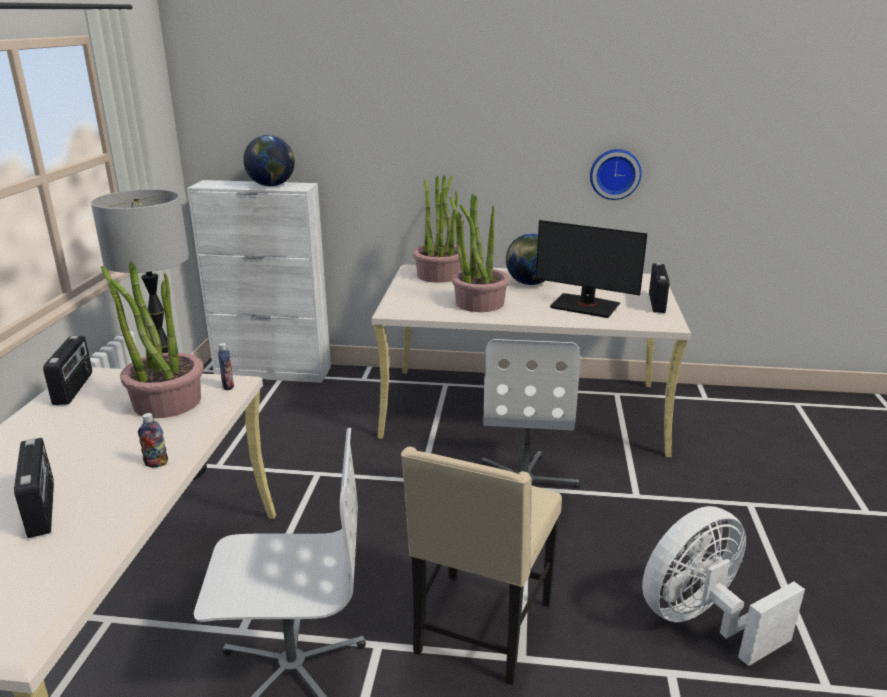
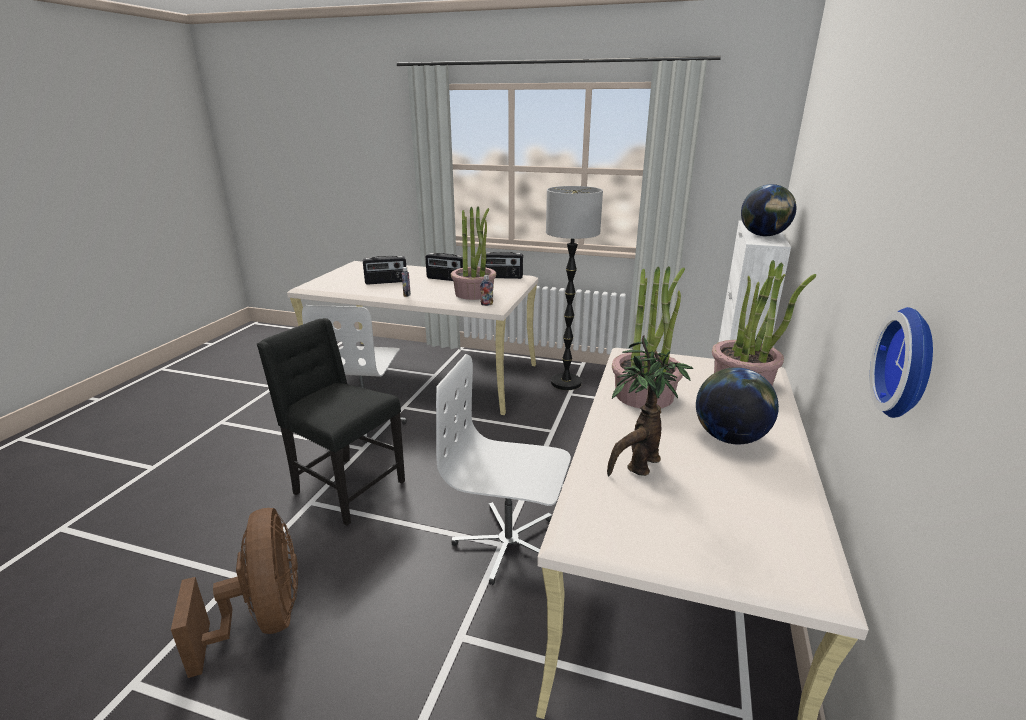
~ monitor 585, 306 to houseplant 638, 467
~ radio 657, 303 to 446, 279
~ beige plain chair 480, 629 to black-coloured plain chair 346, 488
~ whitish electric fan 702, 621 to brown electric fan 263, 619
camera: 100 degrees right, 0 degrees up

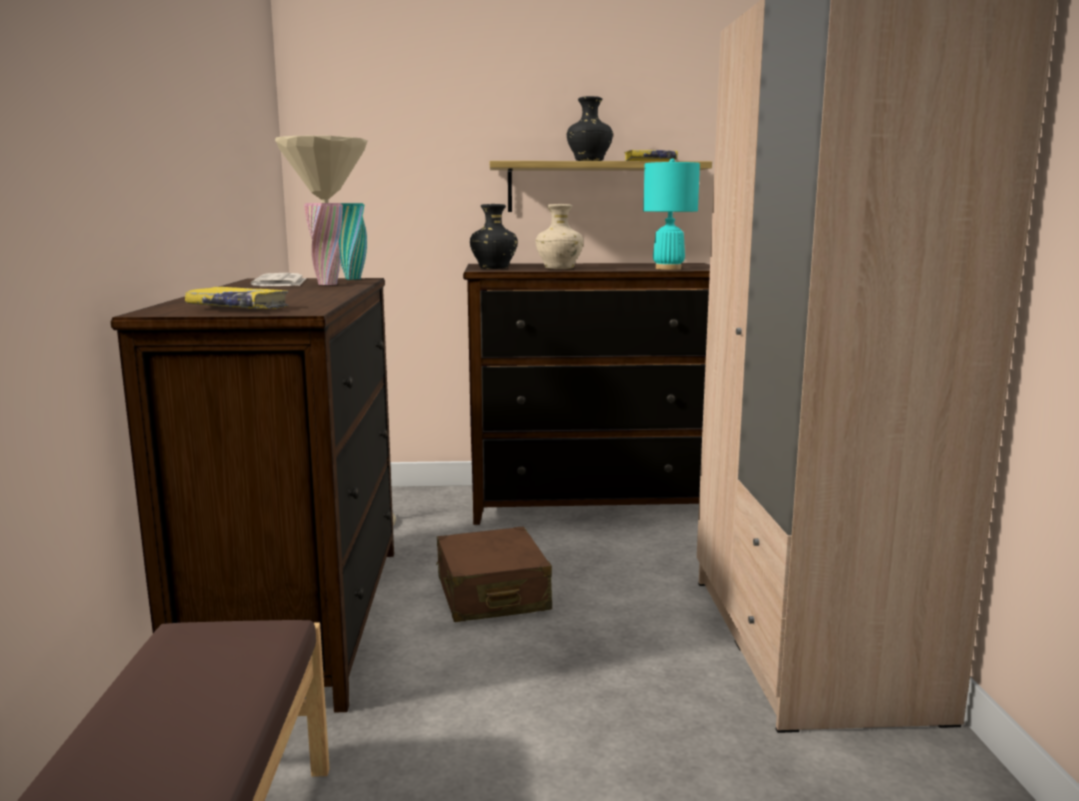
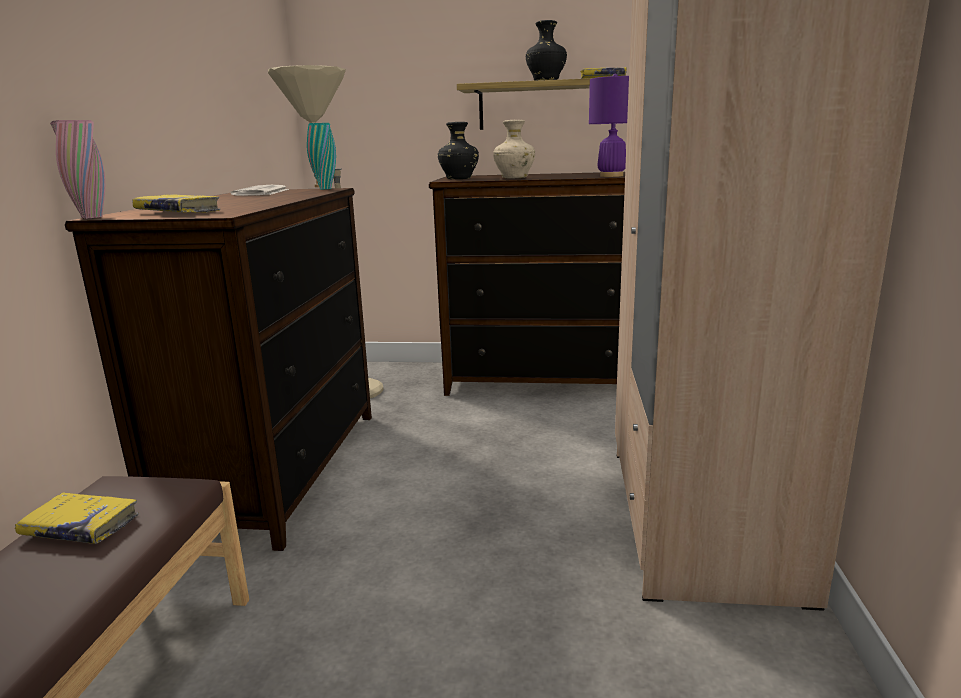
~ blue-green lamp for a table 668, 268 to purple-coloured lamp for a table 611, 176
~ pink-coloured vase 327, 284 to 92, 217
- brown travel case 492, 594
+ yellow-coloured volume 81, 527
camera: 10 degrees right, 5 degrees up

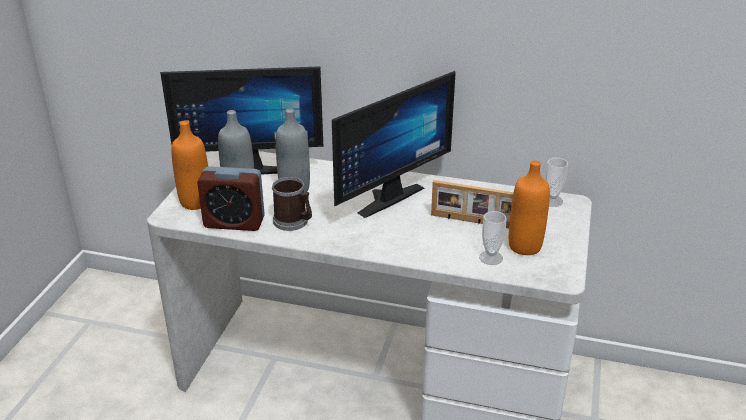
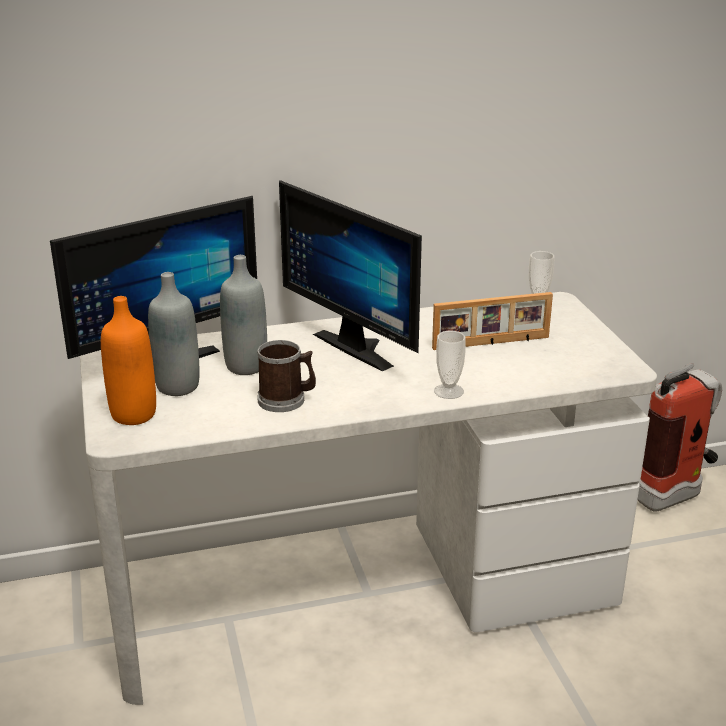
~ monitor 384, 196 = 361, 346 120 degrees clockwise
- orangey bottle 524, 246
- table clock 234, 222
~ cup 491, 258 to 448, 391
+ fire-fighting cylinder 676, 494
camera: 30 degrees left, 5 degrees down

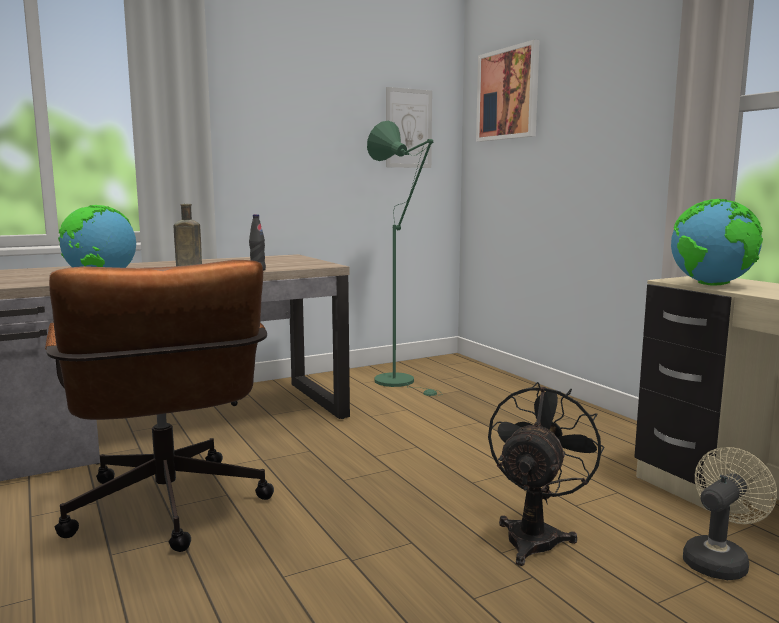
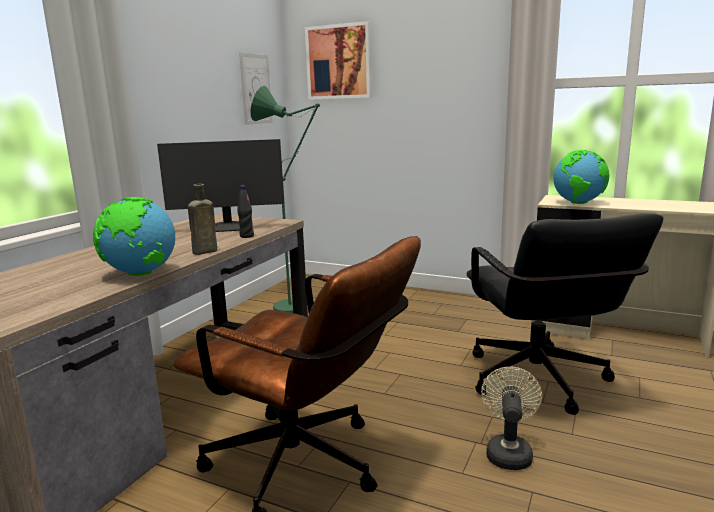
~ black-coloured electric fan 535, 535 to black-coloured office chair 541, 384
~ beige electric fan 719, 560 to 508, 451
+ monitor 228, 228
camera: 35 degrees left, 5 degrees up

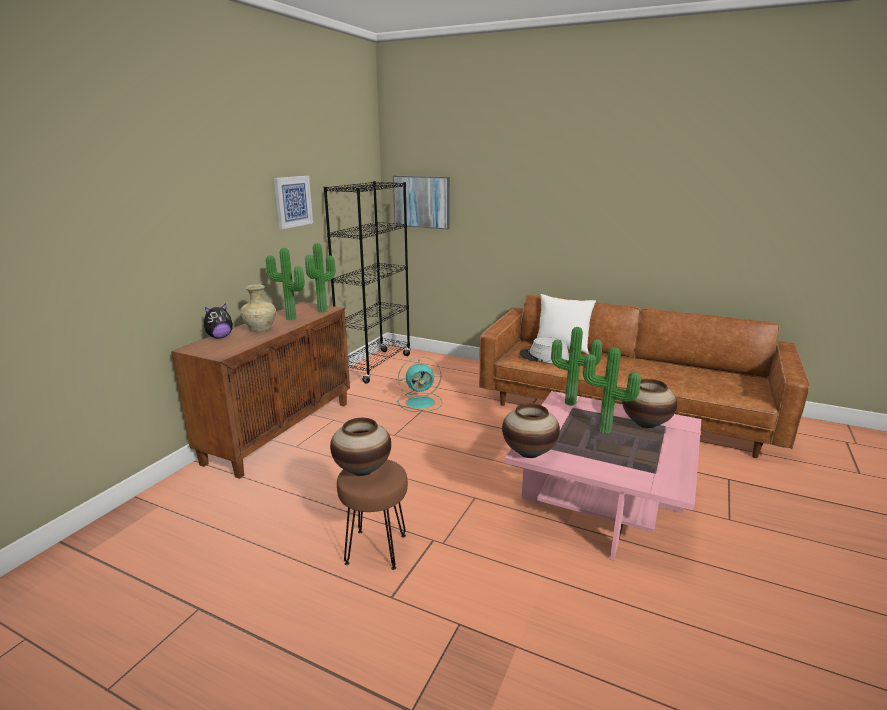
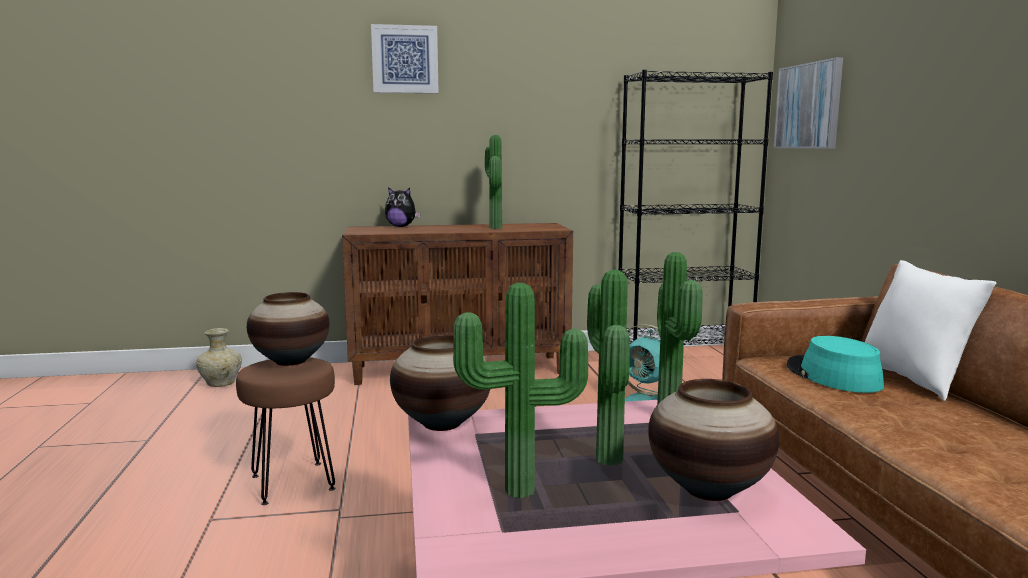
~ picture 293, 201 to 405, 59
~ houseplant 324, 311 to 521, 493
~ beige vase 260, 330 to 220, 384
~ gray hat 544, 357 to blue-green hat 832, 376
camera: 55 degrees right, 10 degrees down

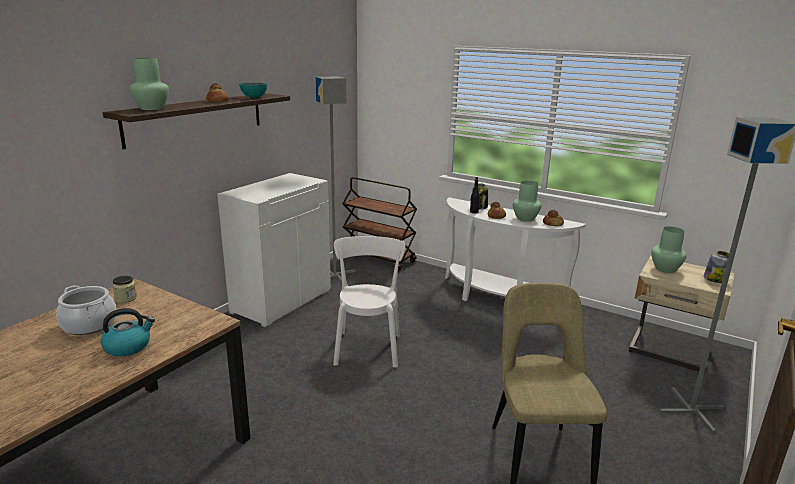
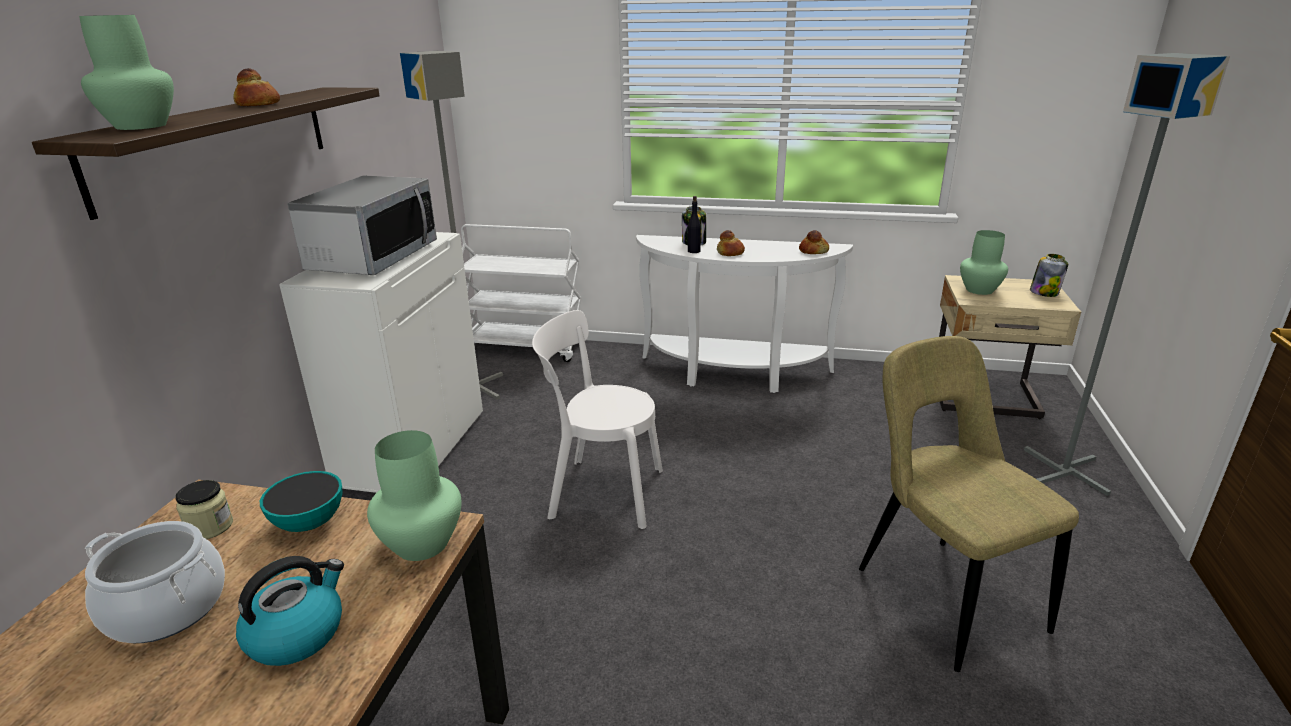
~ deep dish 254, 97 to 309, 523
~ brown trolley 379, 259 to whitish trolley 526, 348
~ green-coloured vase 525, 219 to 423, 544
~ whitish plain chair 368, 347 = 601, 492 60 degrees counterclockwise
+ microwave 373, 258
camera: 20 degrees left, 5 degrees up

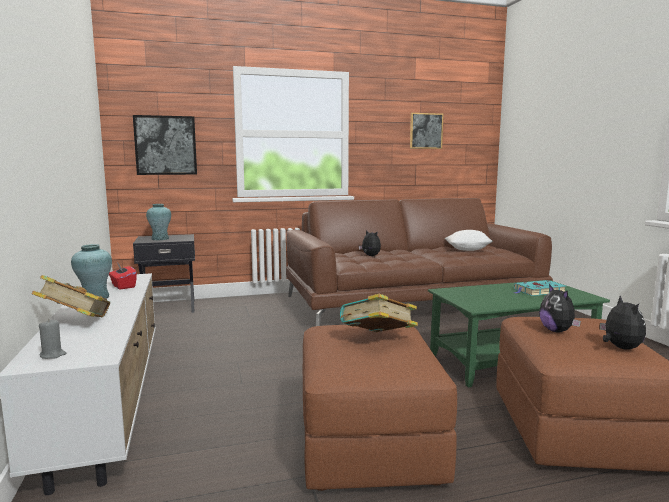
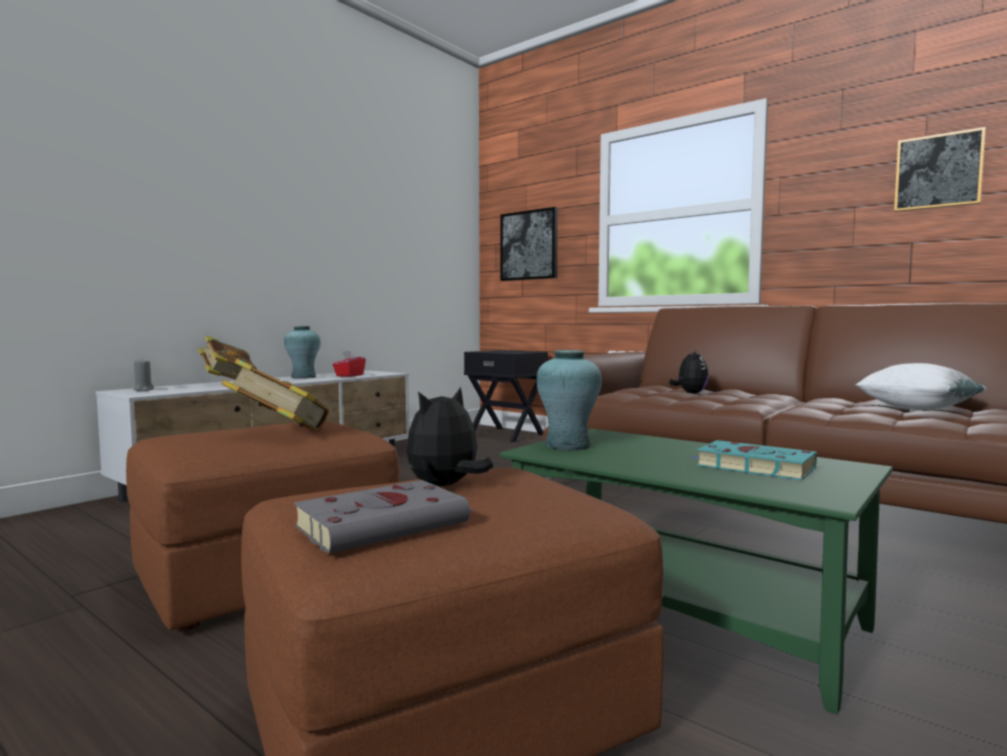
~ blue-green vase 160, 239 to 567, 445
~ plush toy 620, 348 to gray volume 386, 524
camera: 55 degrees right, 5 degrees down

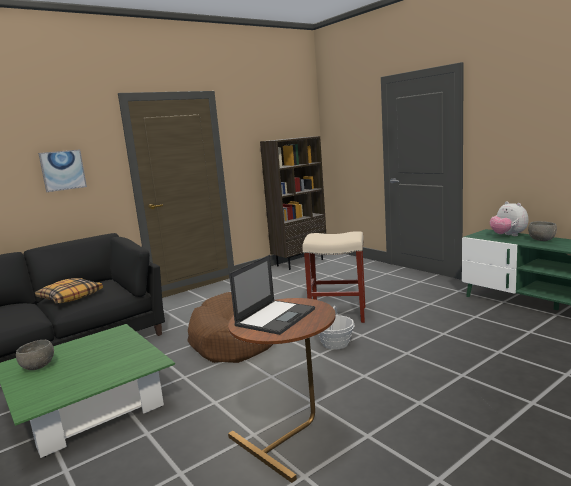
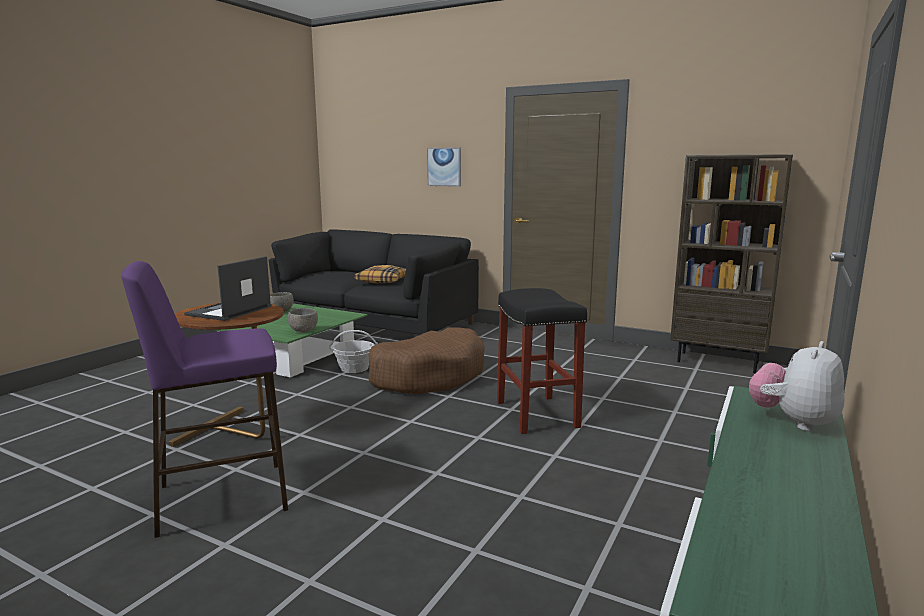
~ gray deep dish 542, 240 to 303, 331
~ beige sitting stool 339, 314 to black-coloured sitting stool 538, 415
~ portable computer 276, 317 = 228, 311 105 degrees clockwise
~ storage basket 335, 343 to 354, 368
+ purple-coloured sitting stool 221, 498
camera: 65 degrees right, 0 degrees up

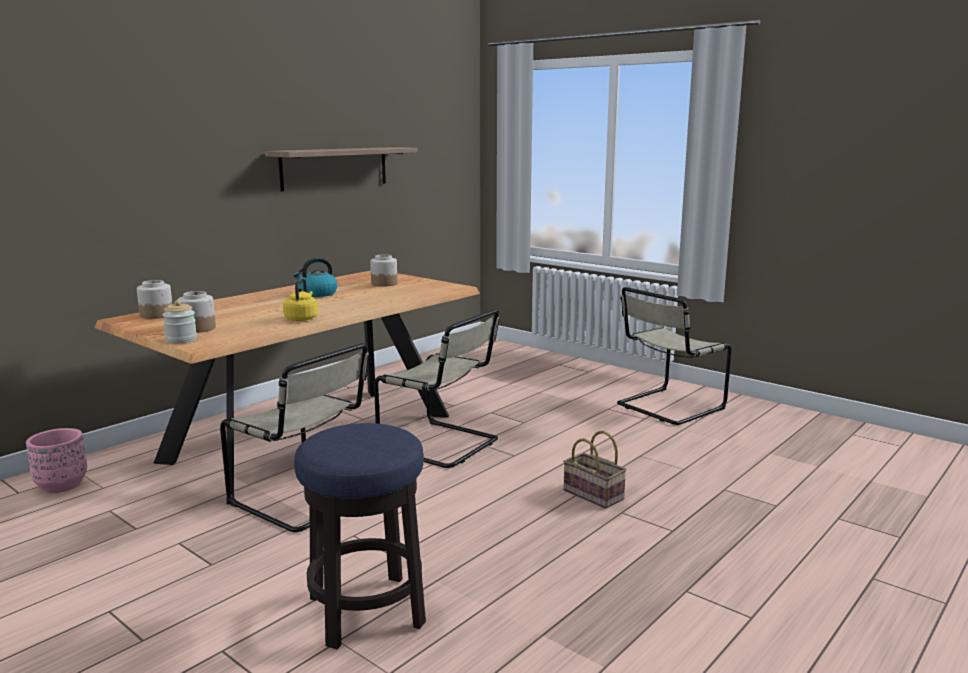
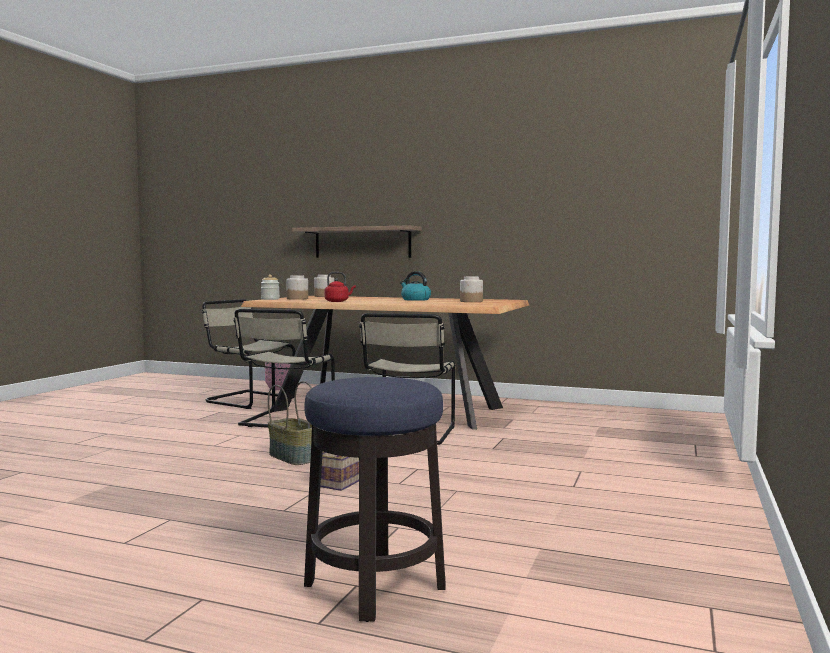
~ shelf 334, 168 to 362, 242
~ yellow-coloured kettle 302, 318 to red kettle 338, 301
~ beige plain chair 667, 407 to 247, 400
~ sitting stool 366, 611 to 374, 586
+ storage basket 294, 457
camera: 70 degrees right, 10 degrees down

